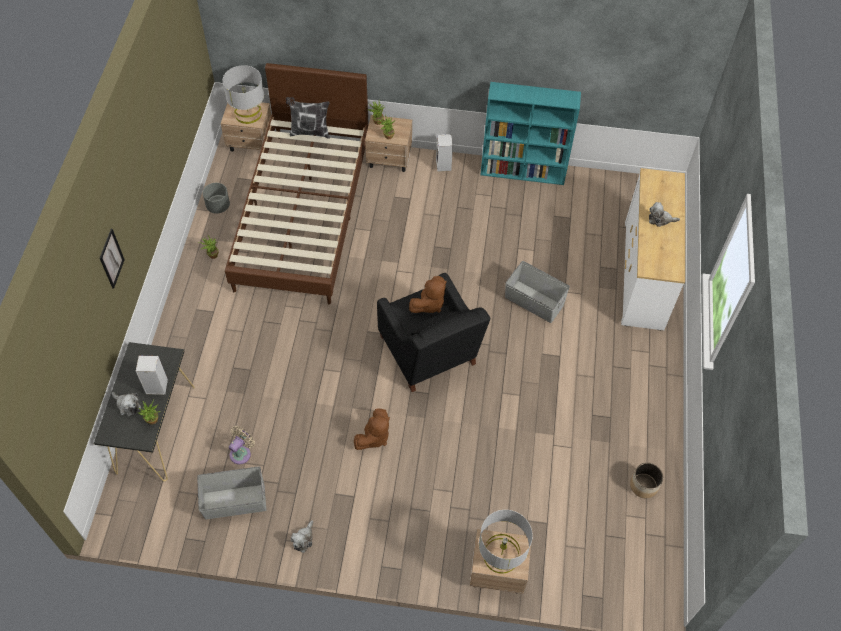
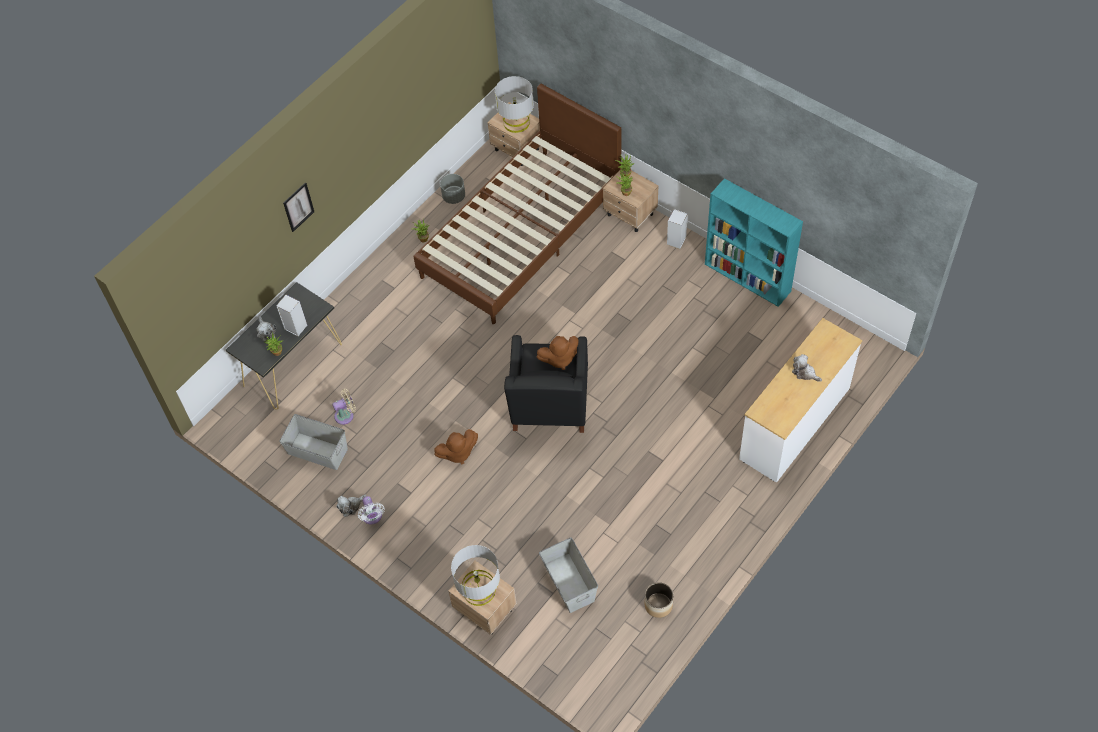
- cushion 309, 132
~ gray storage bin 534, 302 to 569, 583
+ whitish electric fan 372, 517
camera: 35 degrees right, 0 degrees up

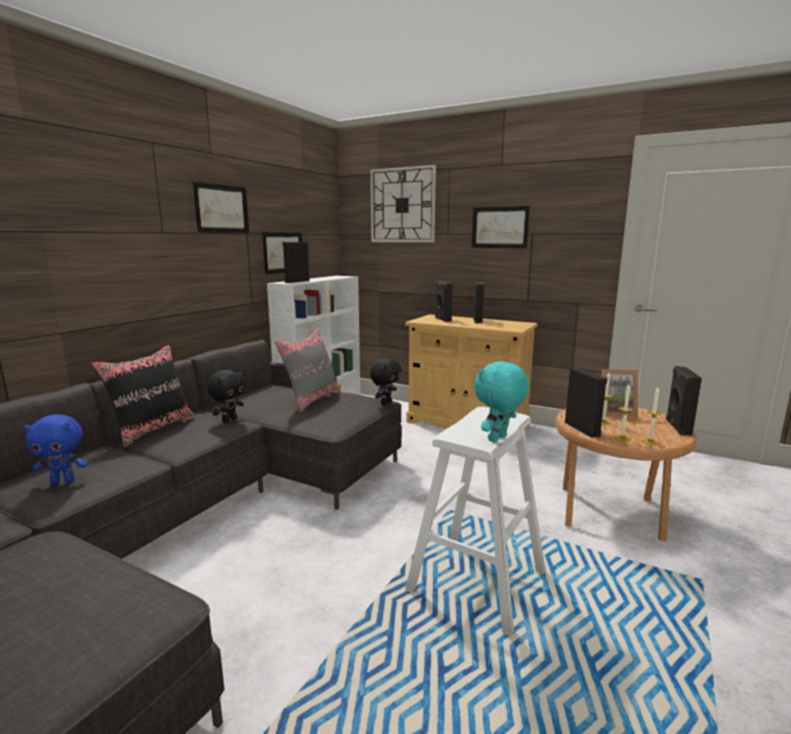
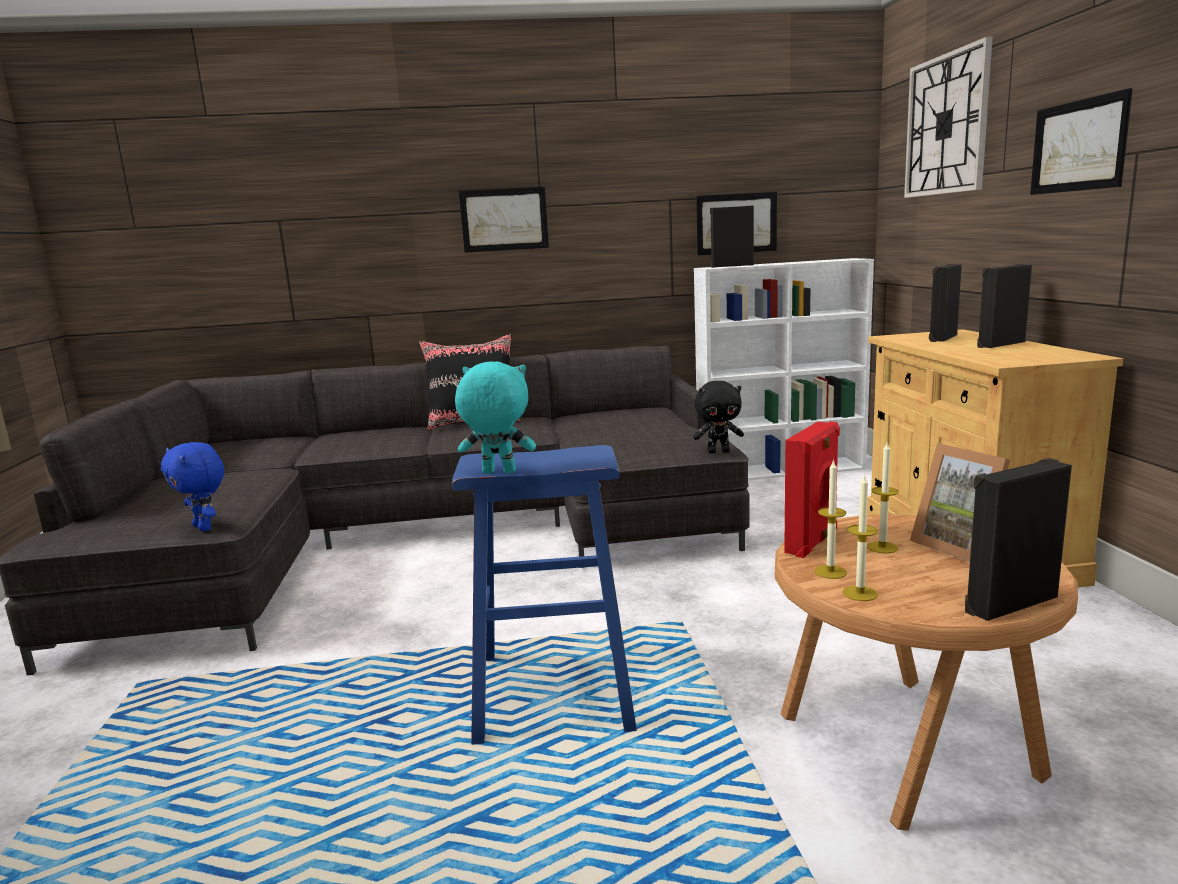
~ picture 222, 209 to 504, 219
- gray cushion 311, 400
~ black-coloured speaker 583, 429 to red speaker 813, 542
- black-coloured plush toy 229, 420
~ whitish sitting stool 477, 581 to blue-coloured sitting stool 554, 691
~ blue-coloured plush toy 63, 481 to 204, 527
camera: 55 degrees right, 0 degrees up

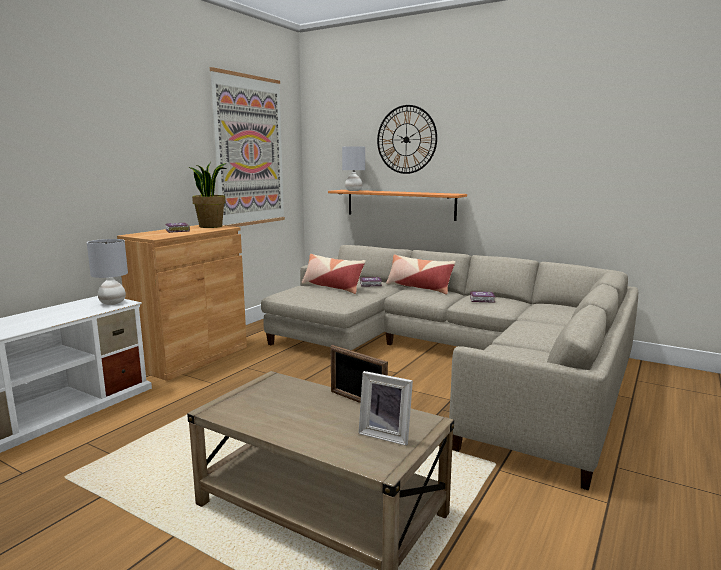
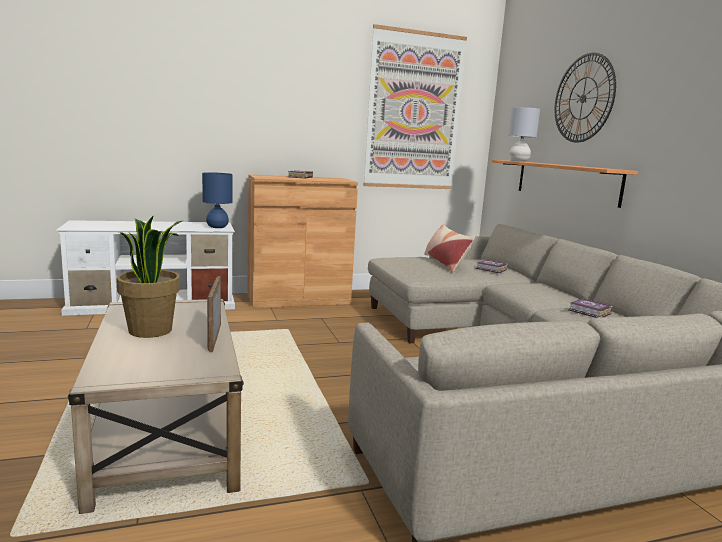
~ houseplant 211, 226 to 151, 330
~ gray lamp for a table 113, 303 to blue-coloured lamp for a table 217, 227
- cushion 418, 288
- standing frame 386, 434
camera: 40 degrees right, 0 degrees up

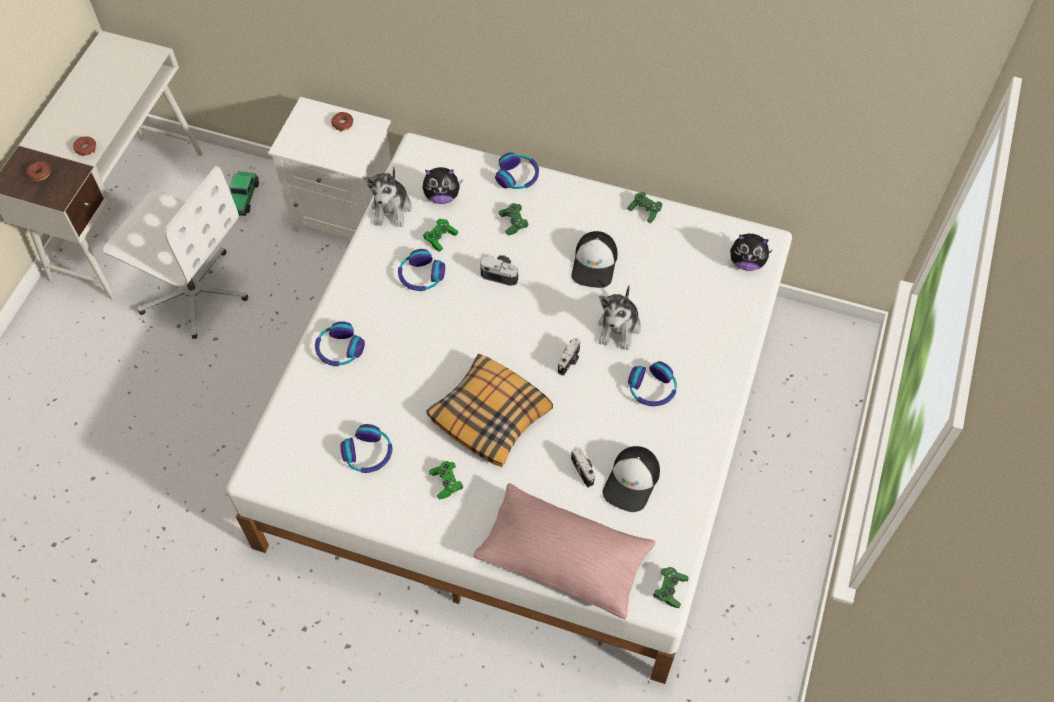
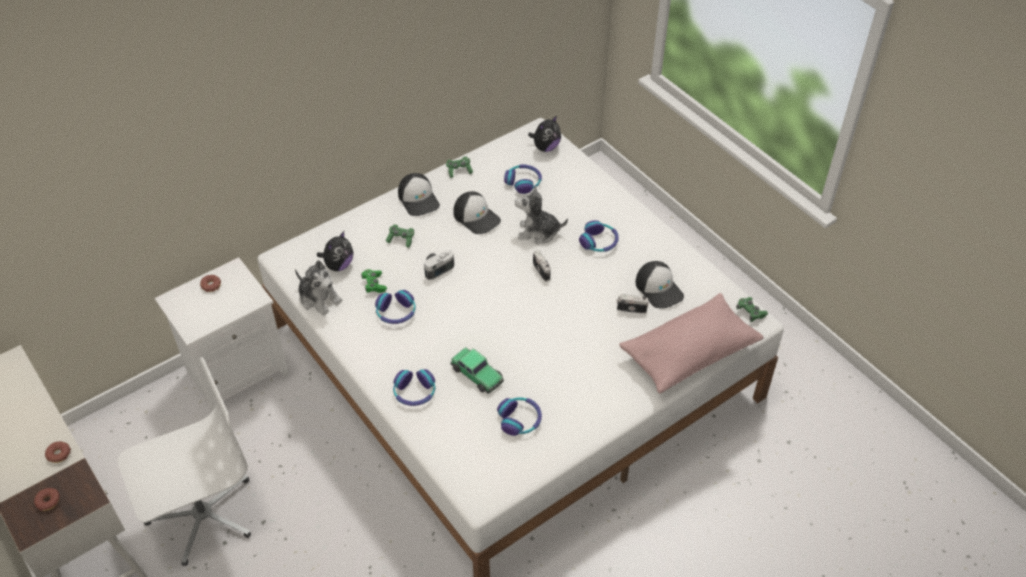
~ pair of headphones 517, 176 to 523, 182
~ miniature car 242, 197 to 477, 374
~ plush toy 619, 328 = 538, 232 135 degrees clockwise
- cushion 491, 415
- green-coloured game controller 446, 482
+ peaked cap 419, 199
camera: 55 degrees left, 10 degrees down

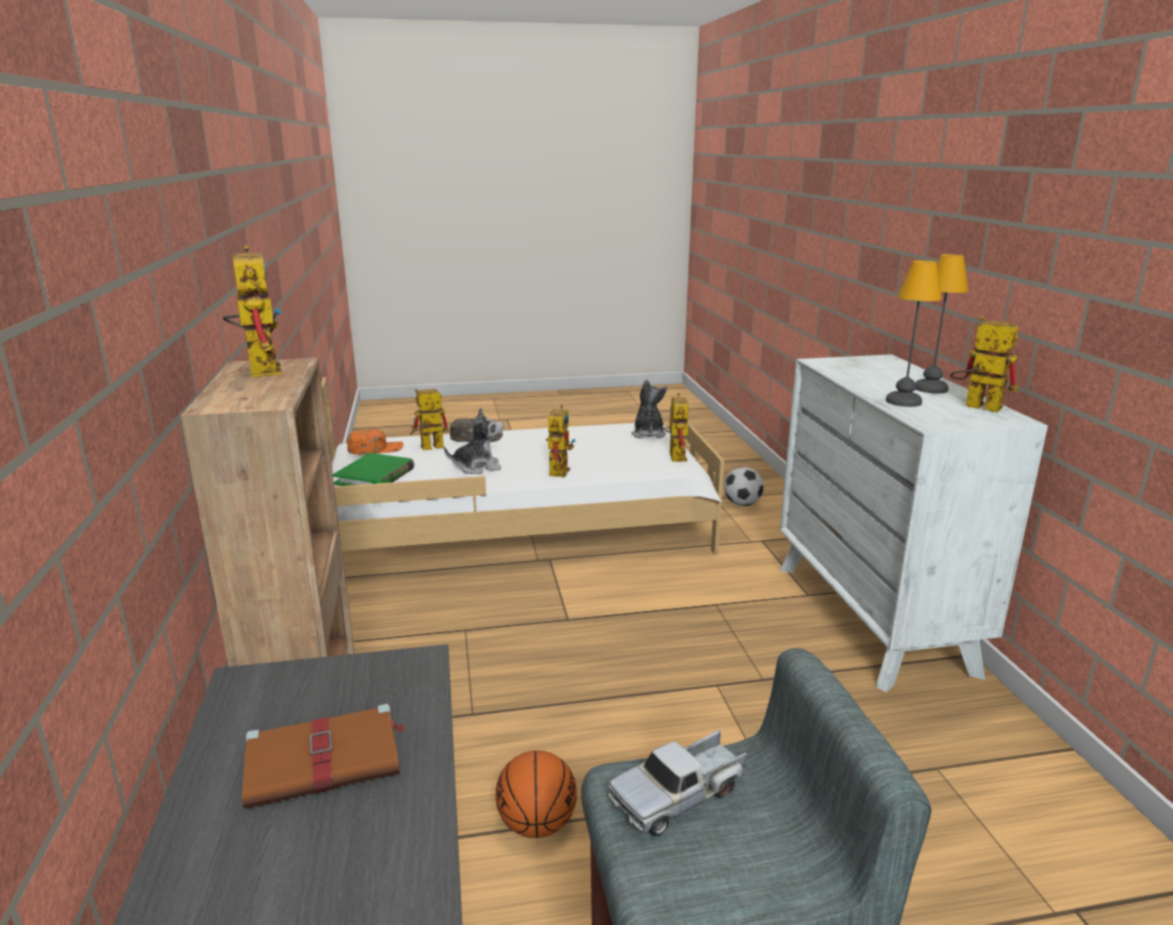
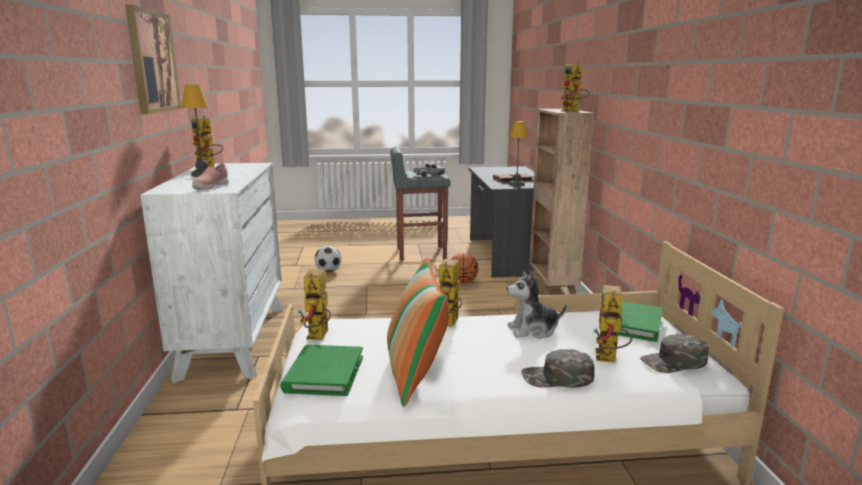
~ lamp for a table 902, 401 to 517, 184
~ plush toy 648, 434 to green-coloured volume 324, 374
~ model robot 427, 448 = 609, 359 120 degrees clockwise
~ orangey peaked cap 375, 448 to green-coloured peaked cap 674, 362
~ ball for football 742, 504 to 328, 271
+ picture 152, 61
+ pink-coloured shoe 210, 187
+ cushion 416, 374
camera: 175 degrees left, 5 degrees down

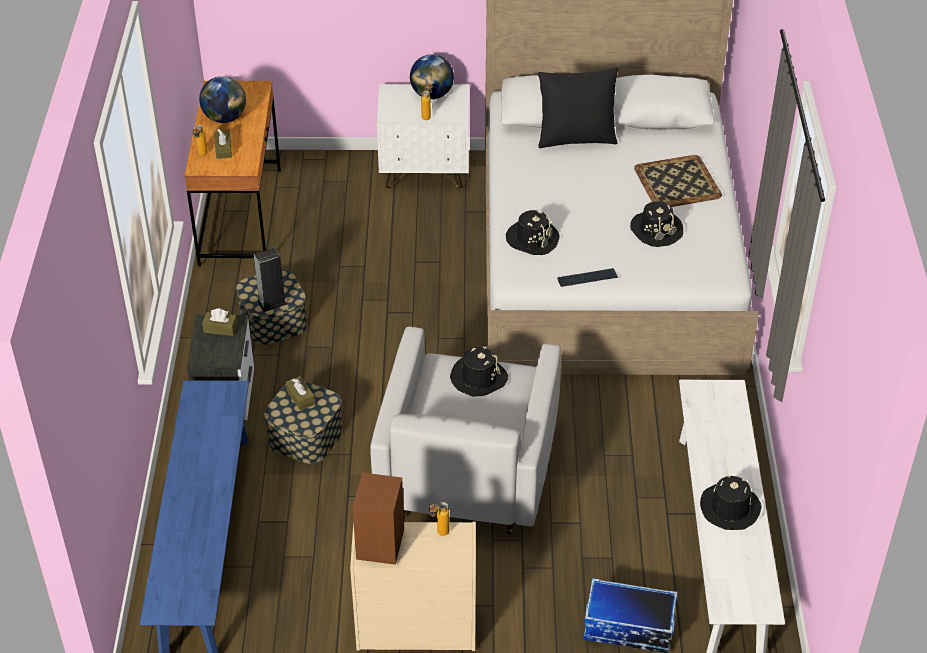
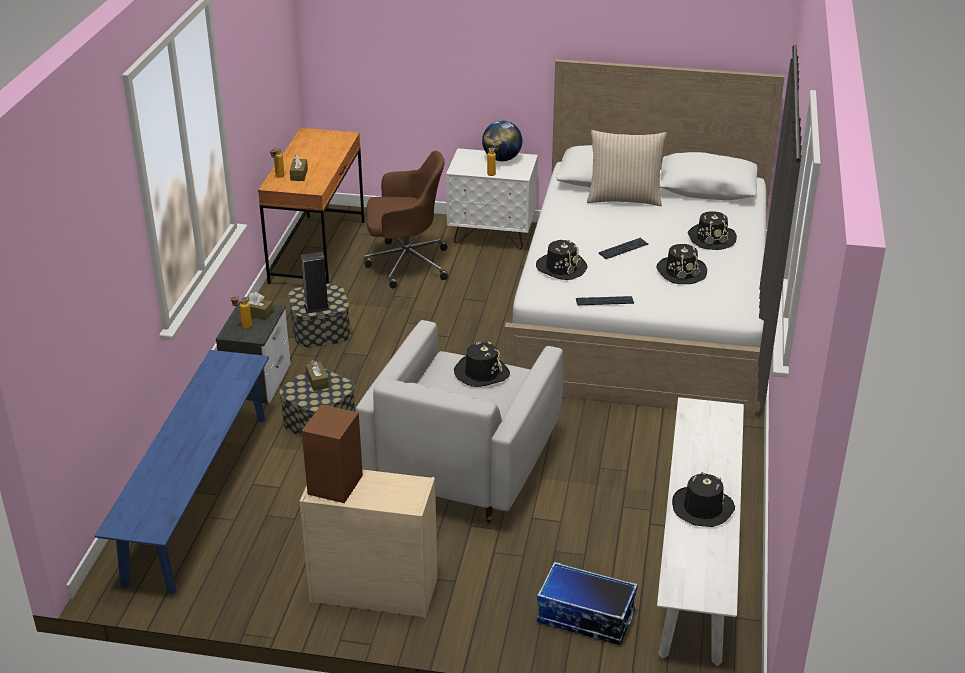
~ black-coloured cushion 576, 138 to beige cushion 624, 198
- desk globe 225, 118
~ serving tray 677, 182 to black-coloured hat 711, 238
~ bottle 438, 533 to 242, 327
+ brown office chair 405, 263
+ PC keyboard 623, 249
camera: 10 degrees right, 10 degrees down

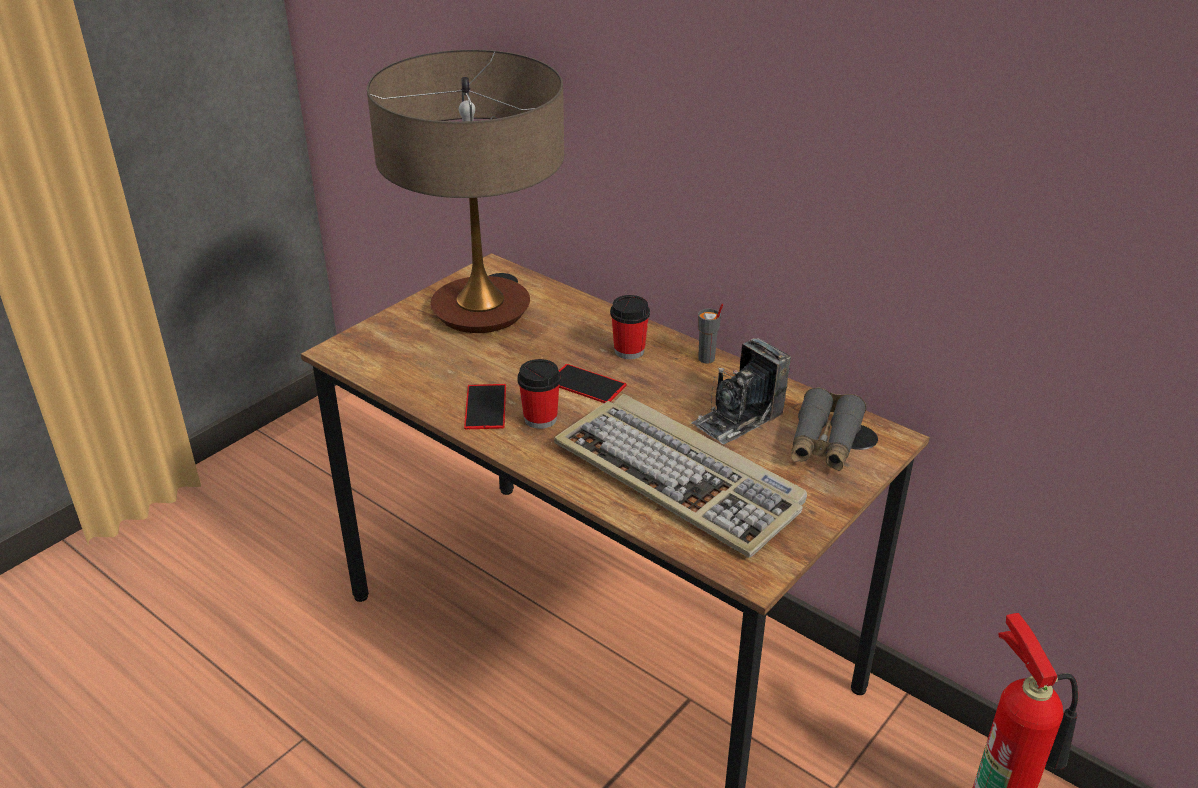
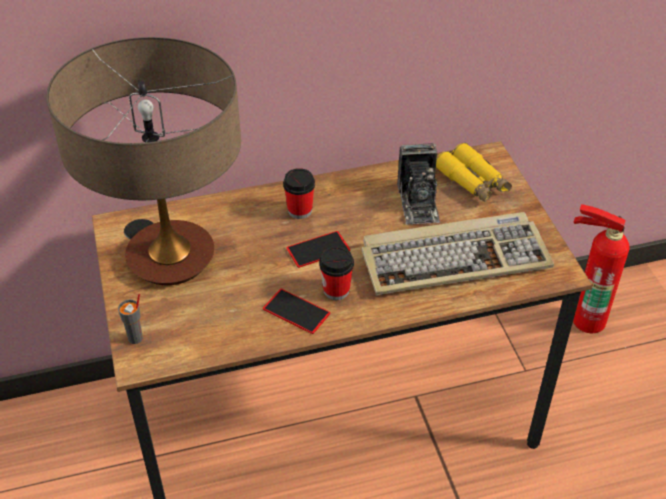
~ gray cup 706, 359 to 136, 338
~ gray field glasses 824, 442 to yellow-coloured field glasses 473, 182
camera: 55 degrees left, 10 degrees up

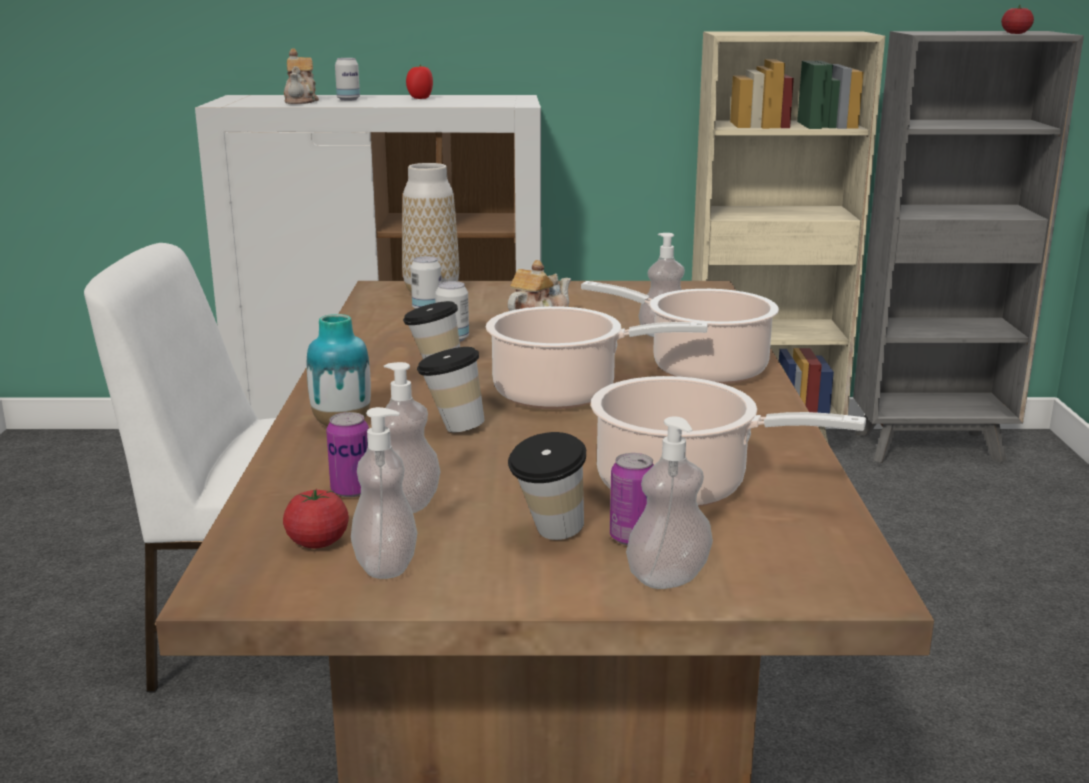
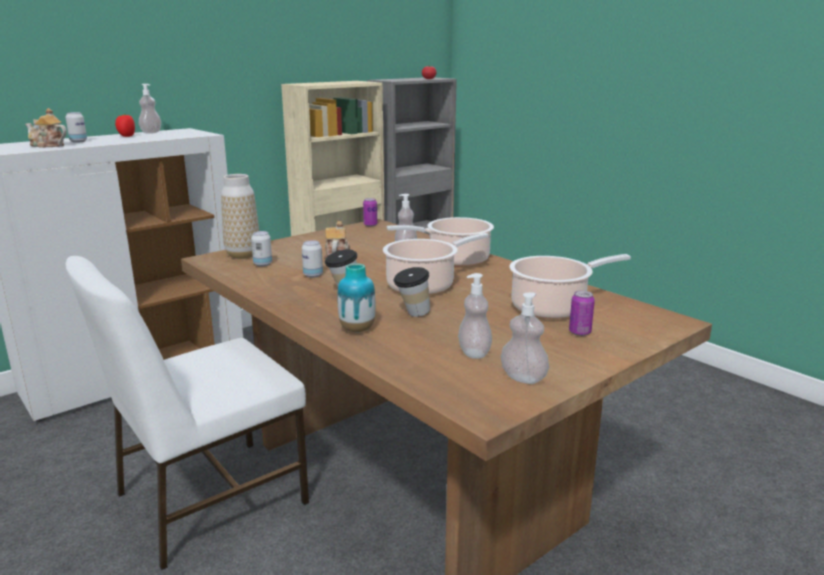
~ pot for tea 301, 101 = 47, 145 150 degrees clockwise
~ can 351, 490 to 370, 225
~ soap bottle 668, 577 to 151, 132
- cup 549, 535
- whole tomato 317, 542
camera: 40 degrees left, 0 degrees up

